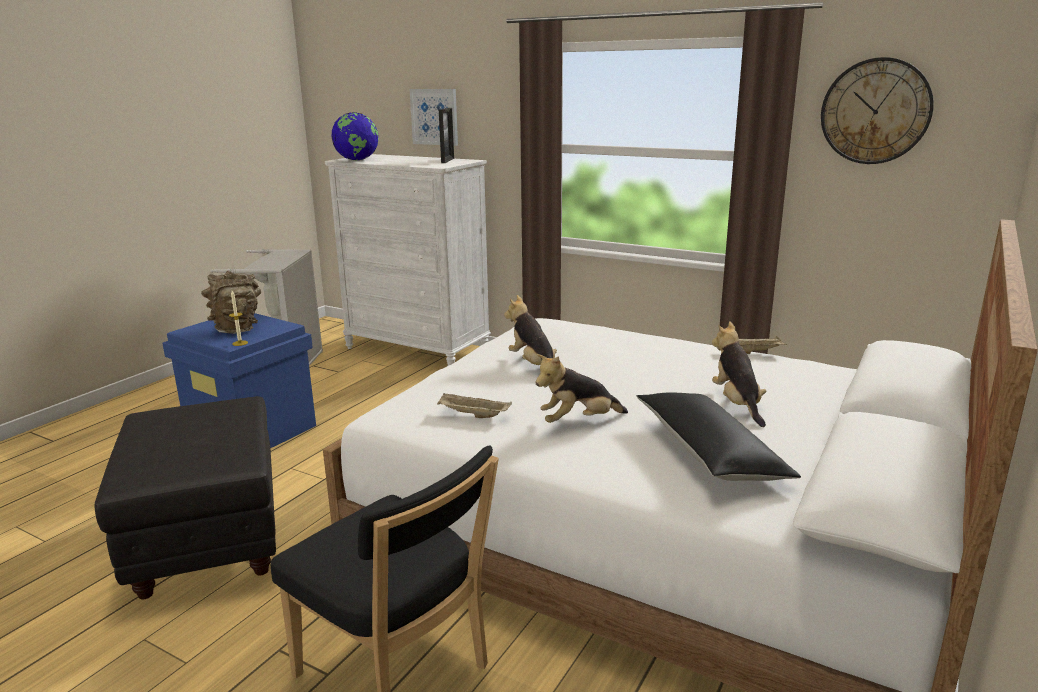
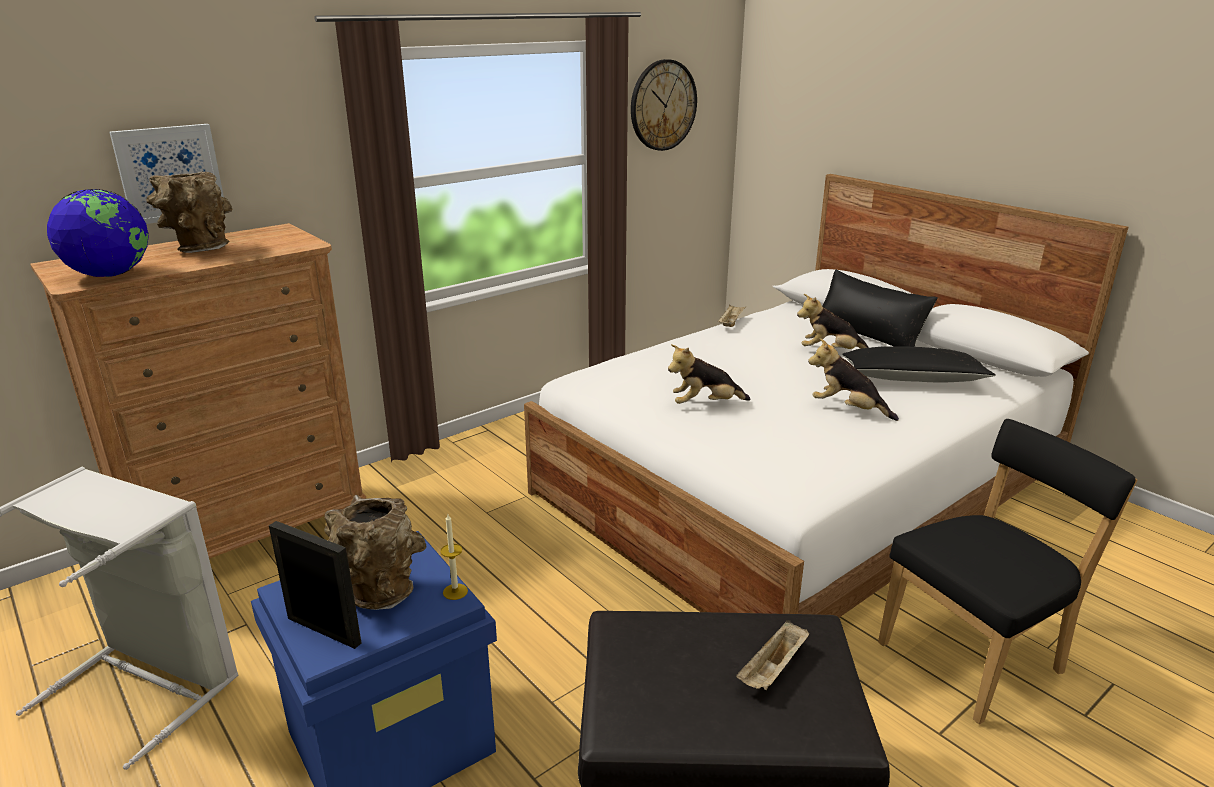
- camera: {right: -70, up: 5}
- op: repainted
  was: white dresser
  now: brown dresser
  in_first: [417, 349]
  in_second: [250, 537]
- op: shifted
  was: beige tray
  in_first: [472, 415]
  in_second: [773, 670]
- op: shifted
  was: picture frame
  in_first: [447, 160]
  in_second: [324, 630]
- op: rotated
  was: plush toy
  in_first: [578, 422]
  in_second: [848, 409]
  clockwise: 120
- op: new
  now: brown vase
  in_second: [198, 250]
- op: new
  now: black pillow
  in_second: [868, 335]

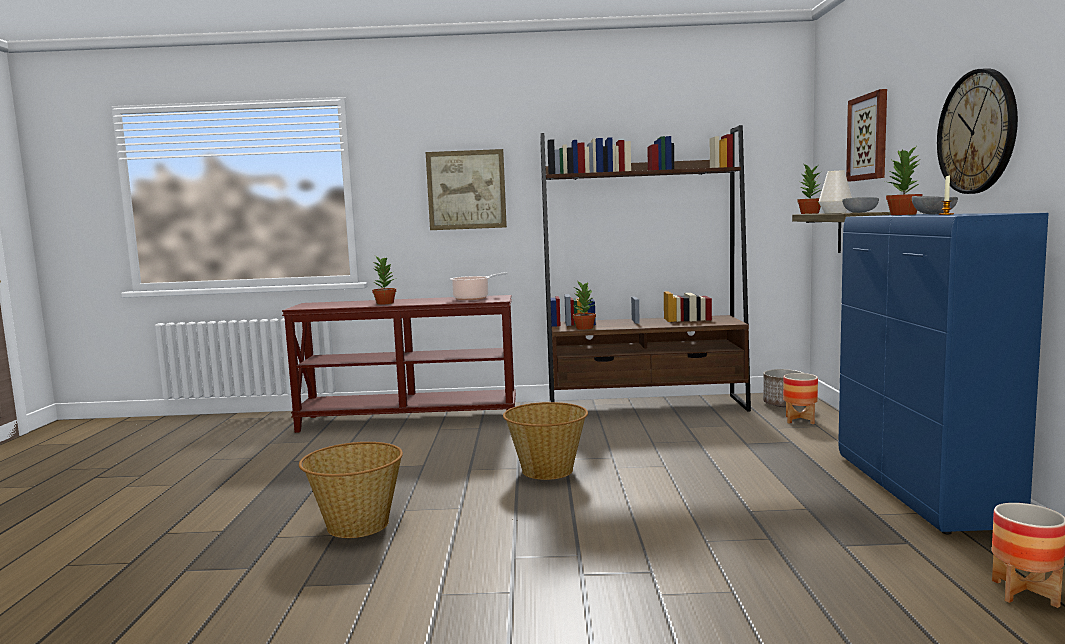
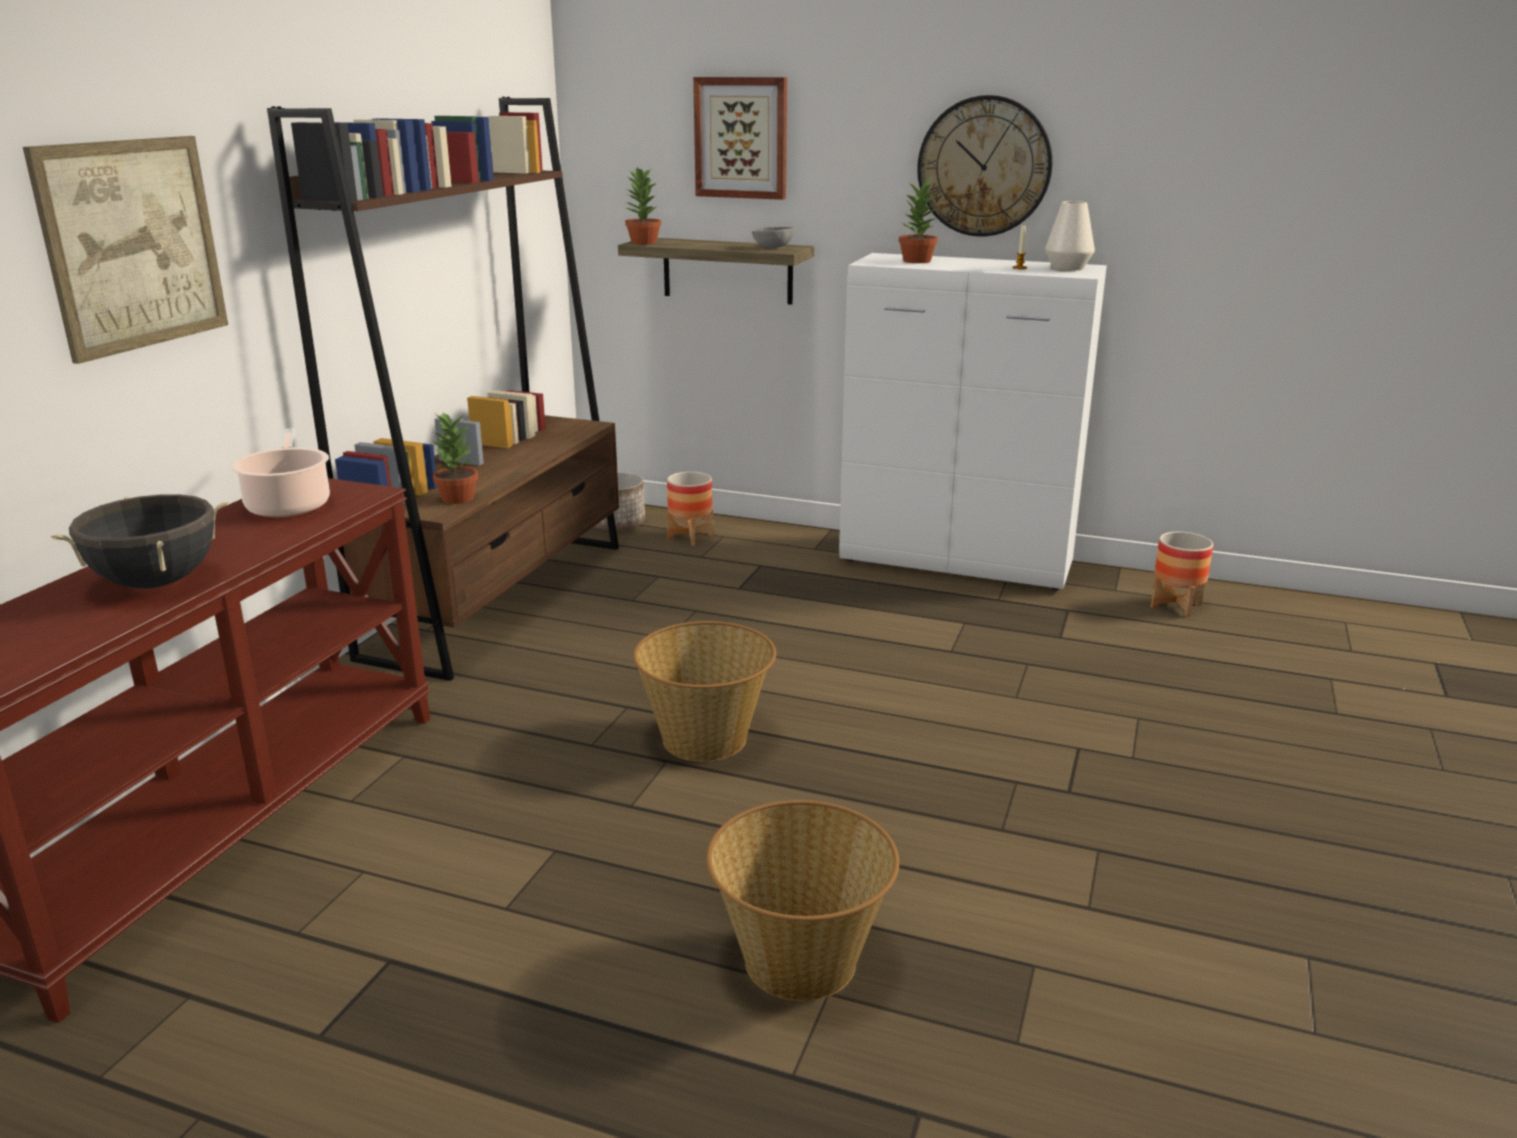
- camera: {right: -70, up: 15}
- op: swapped
  was: potted plant
  now: black cooking pot
  in_first: [385, 303]
  in_second: [156, 583]
- op: shifted
  was: white vase
  in_first: [835, 213]
  in_second: [1067, 268]
- op: repainted
  was: blue cabinet
  now: white cabinet
  in_first: [921, 491]
  in_second: [957, 563]
- op: gone
  was: grey bowl
  in_first: [934, 214]

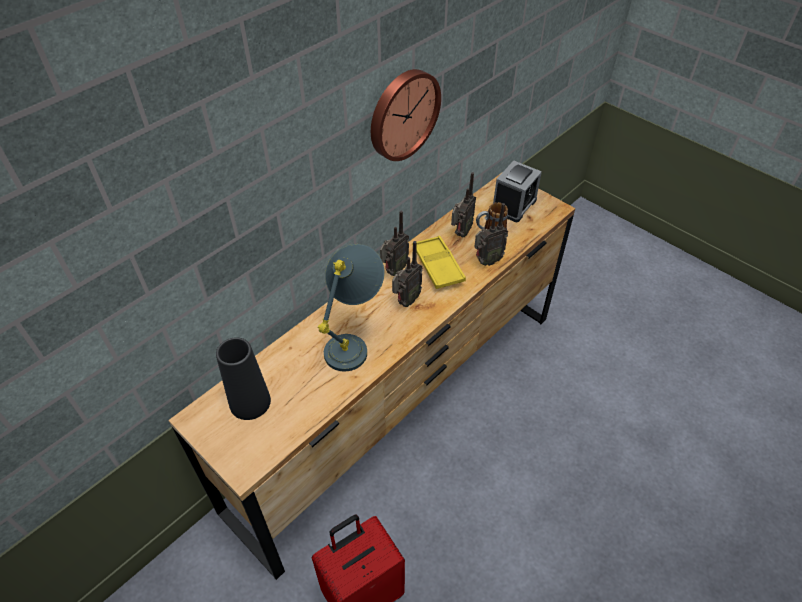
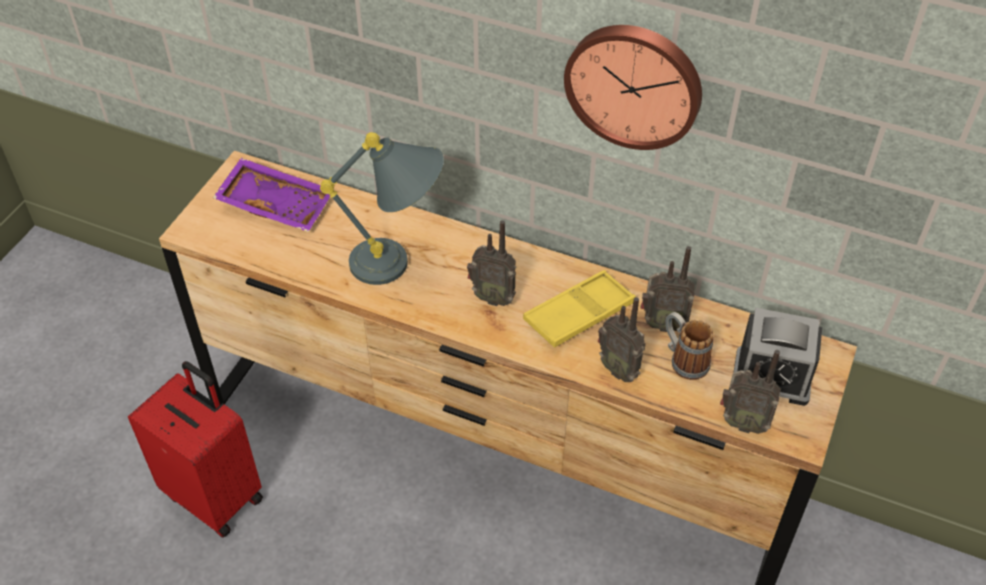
- camera: {right: 70, up: 0}
- op: swapped
  was: black vase
  now: purple tray
  in_first: [250, 402]
  in_second: [277, 203]
- op: shifted
  was: radio
  in_first: [393, 271]
  in_second: [742, 422]

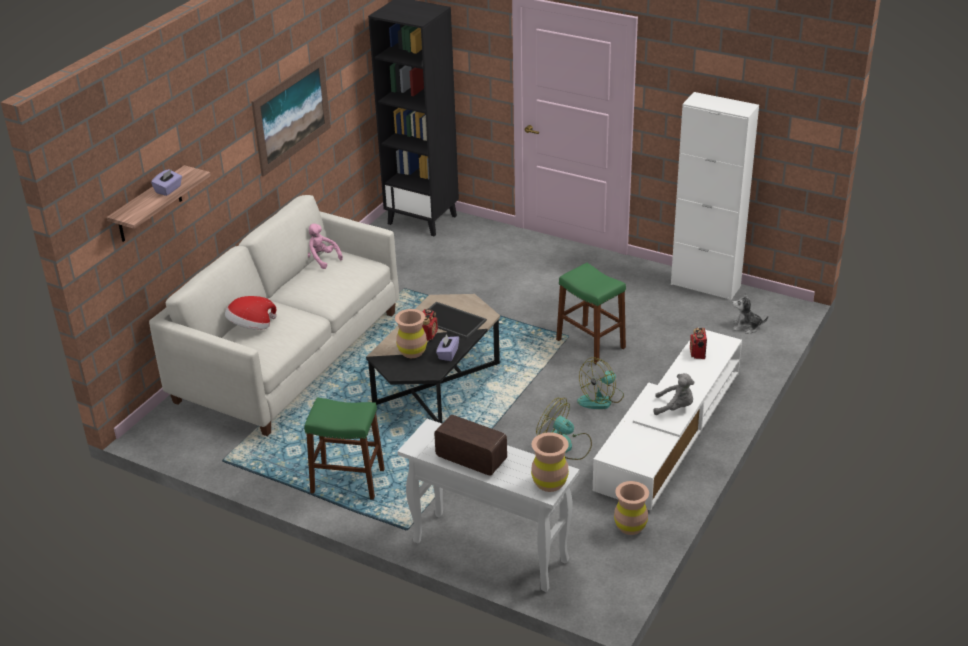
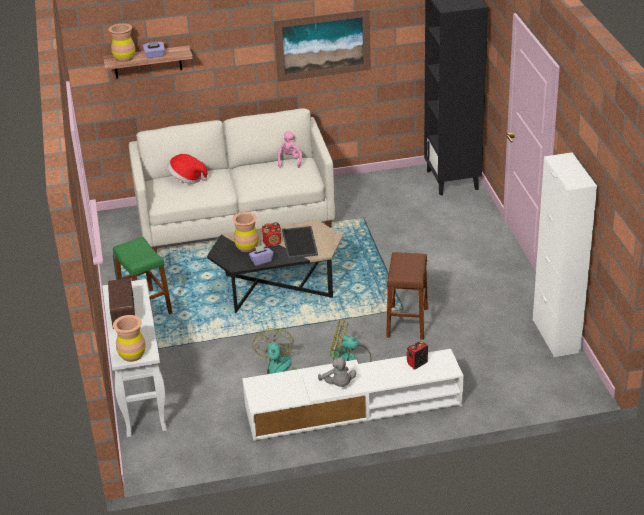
- camera: {right: 50, up: 0}
- op: repainted
  was: green stool
  now: brown stool
  in_first: [590, 344]
  in_second: [407, 322]
- op: shifted
  was: brown vase
  in_first: [630, 526]
  in_second: [124, 58]
- op: gone
  was: plush toy
  in_first: [746, 327]

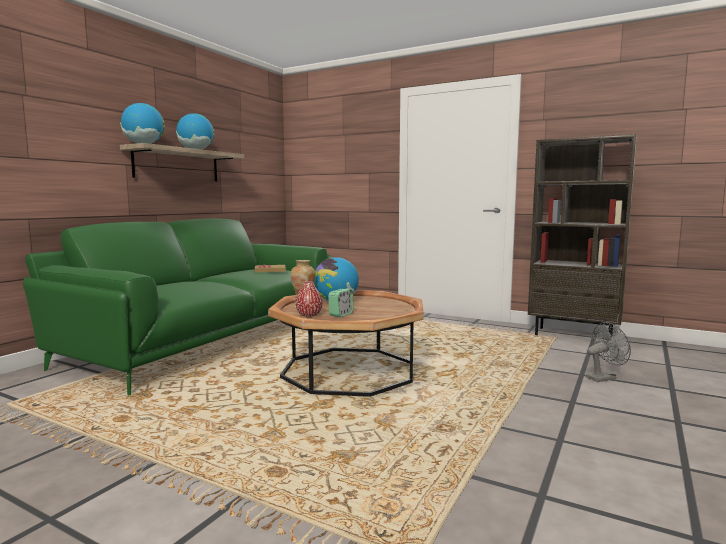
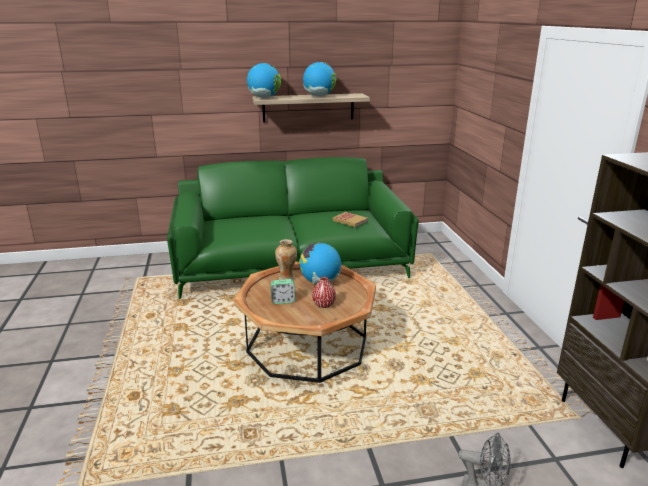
- camera: {right: 50, up: 15}
- op: shifted
  was: red vase
  in_first: [309, 315]
  in_second: [324, 304]

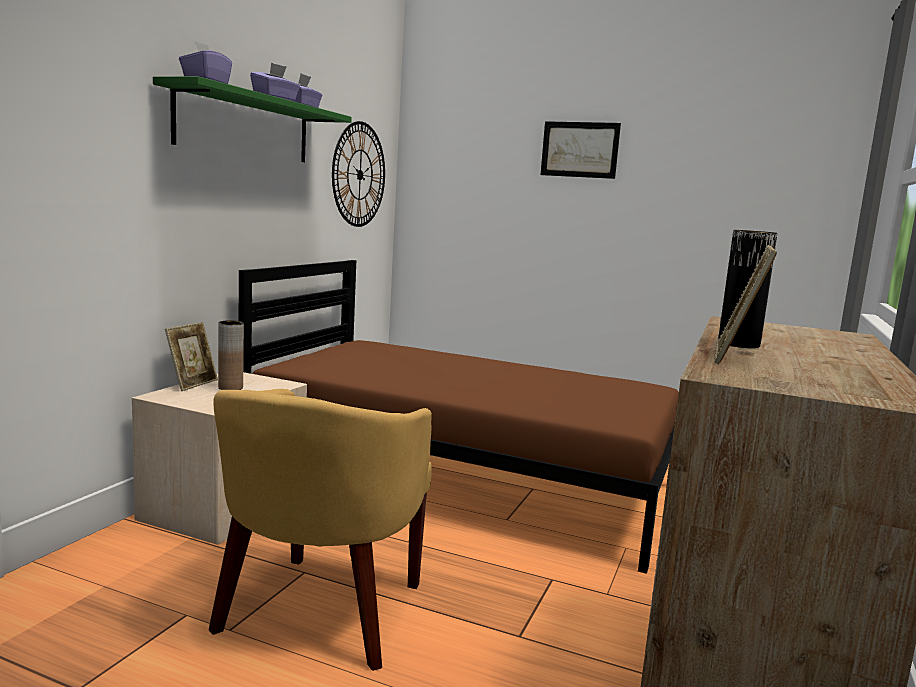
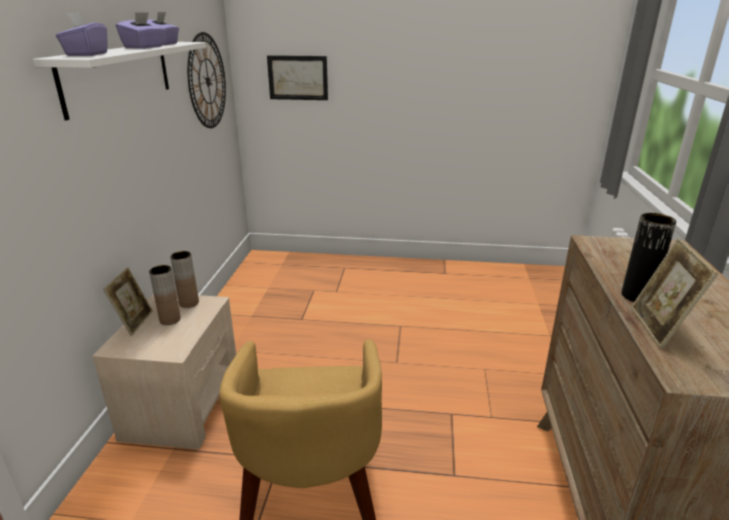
- camera: {right: -15, up: 15}
- op: repainted
  was: green shelf
  now: white shelf
  in_first: [246, 127]
  in_second: [119, 75]
- op: gone
  was: brown bed
  in_first: [462, 479]
- op: shifted
  was: picture
  in_first: [579, 149]
  in_second: [298, 78]
- op: new
  now: brown vase
  in_second: [189, 303]

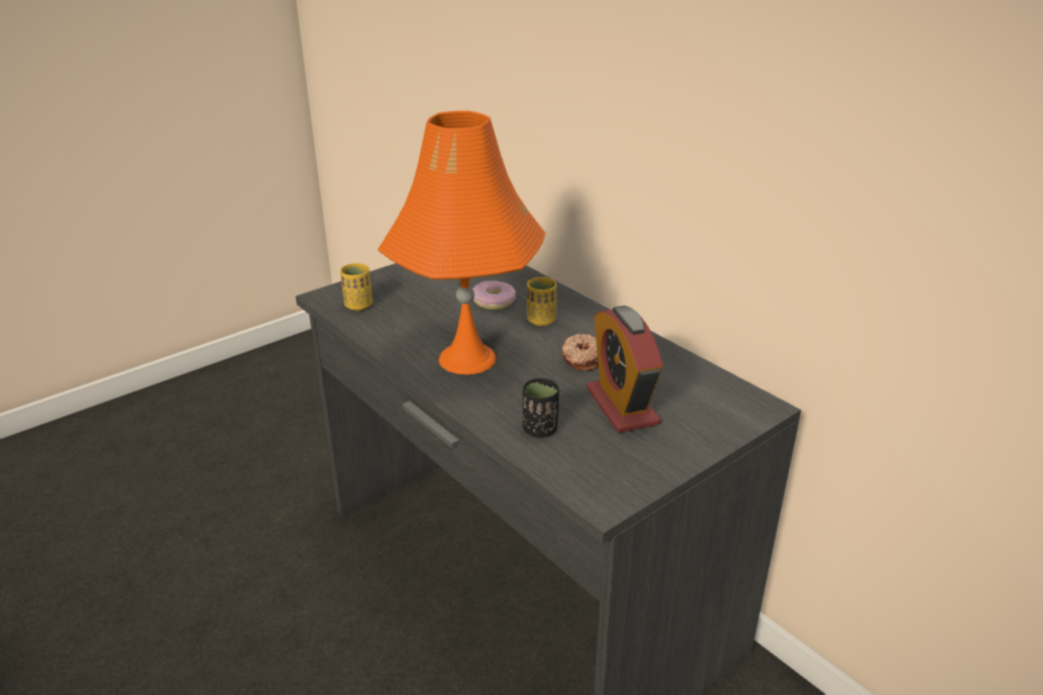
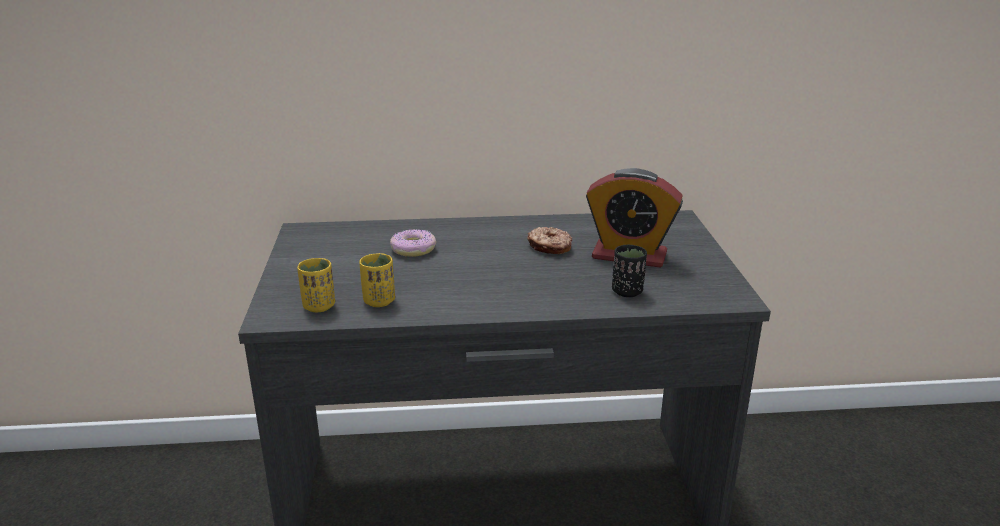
- camera: {right: -55, up: -5}
- op: gone
  was: orange table lamp
  in_first: [468, 359]
- op: shifted
  was: yellow cup
  in_first: [541, 320]
  in_second: [379, 301]

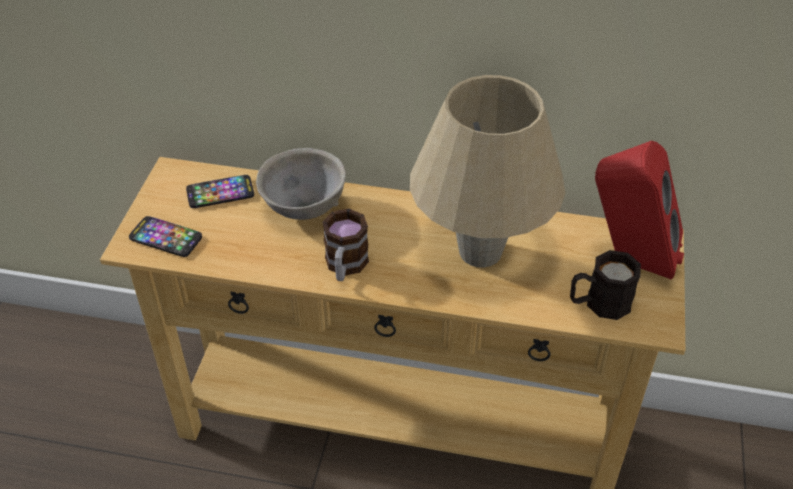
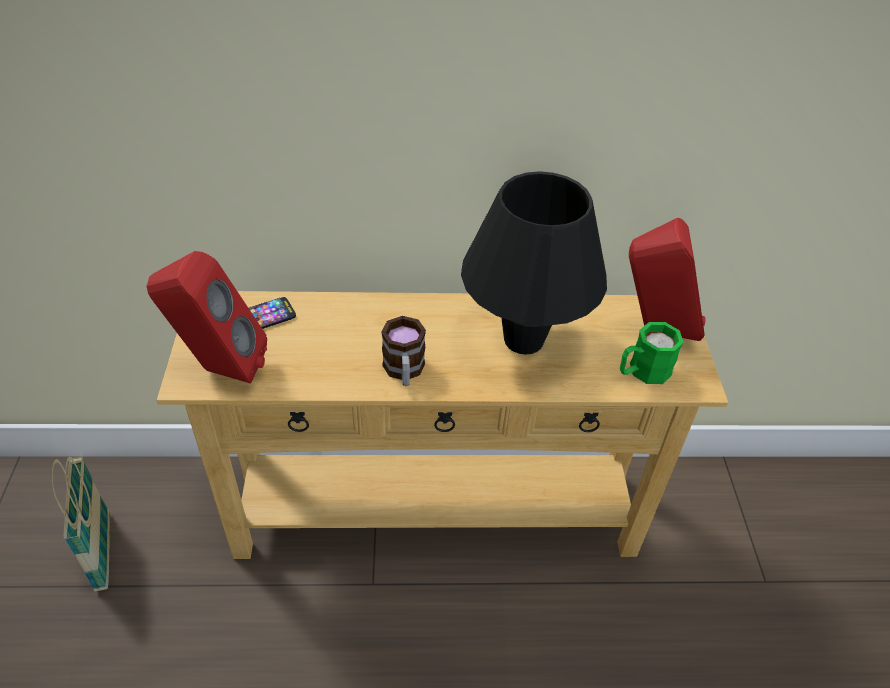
- camera: {right: -15, up: 0}
- op: swapped
  was: phone
  now: red speaker
  in_first: [165, 238]
  in_second: [219, 369]
- op: gone
  was: grey bowl
  in_first: [304, 209]
- op: repainted
  was: beige table lamp
  now: black table lamp
  in_first: [480, 251]
  in_second: [523, 340]
- op: repainted
  was: black mug
  now: green mug
  in_first: [599, 303]
  in_second: [642, 371]
- op: new
  now: basket
  in_second: [103, 551]

